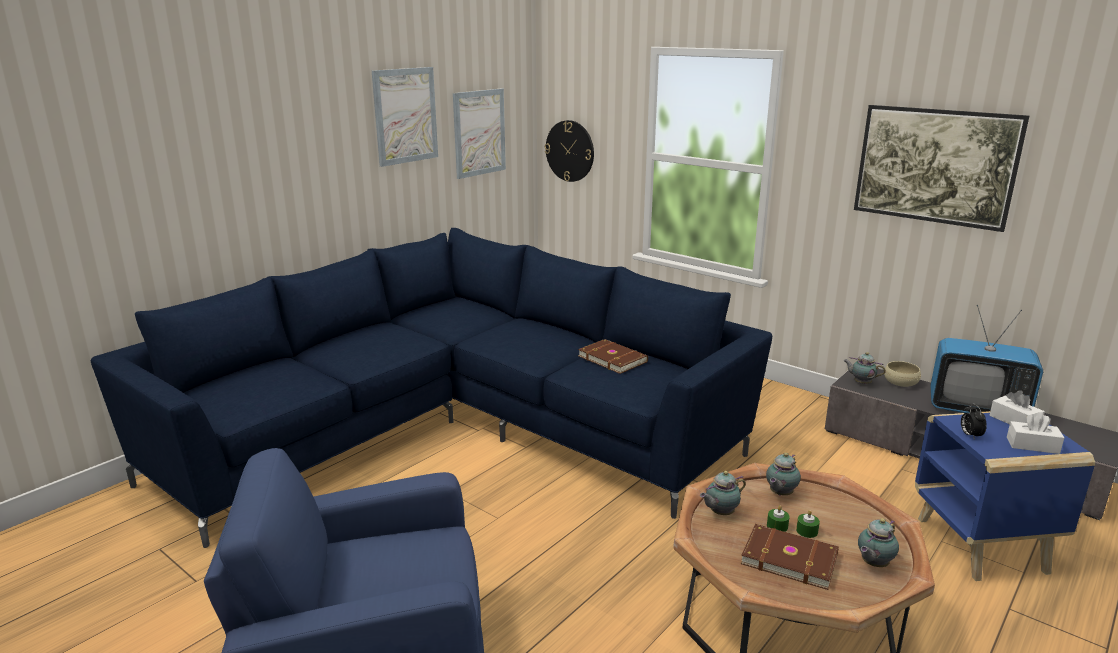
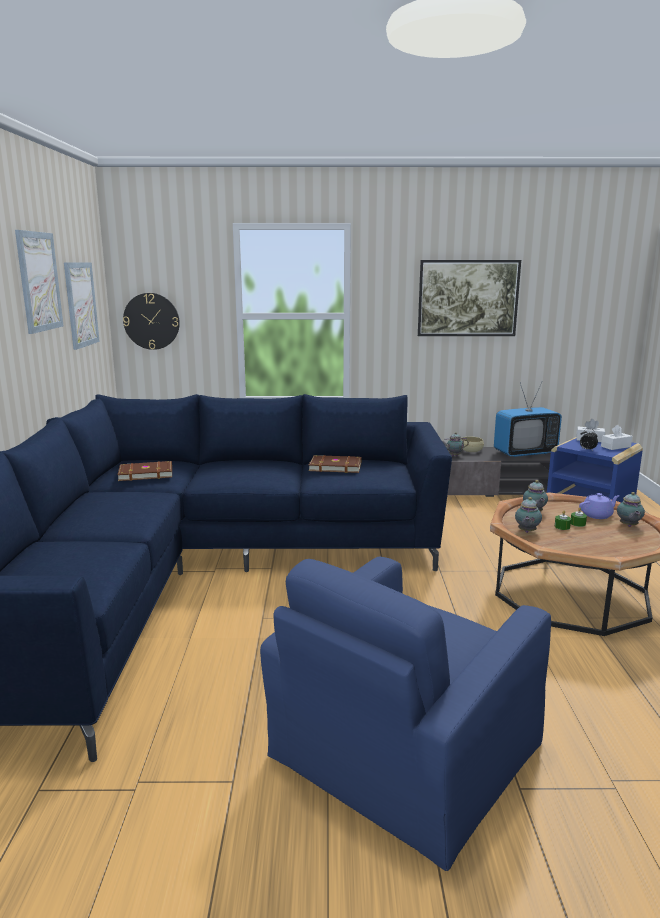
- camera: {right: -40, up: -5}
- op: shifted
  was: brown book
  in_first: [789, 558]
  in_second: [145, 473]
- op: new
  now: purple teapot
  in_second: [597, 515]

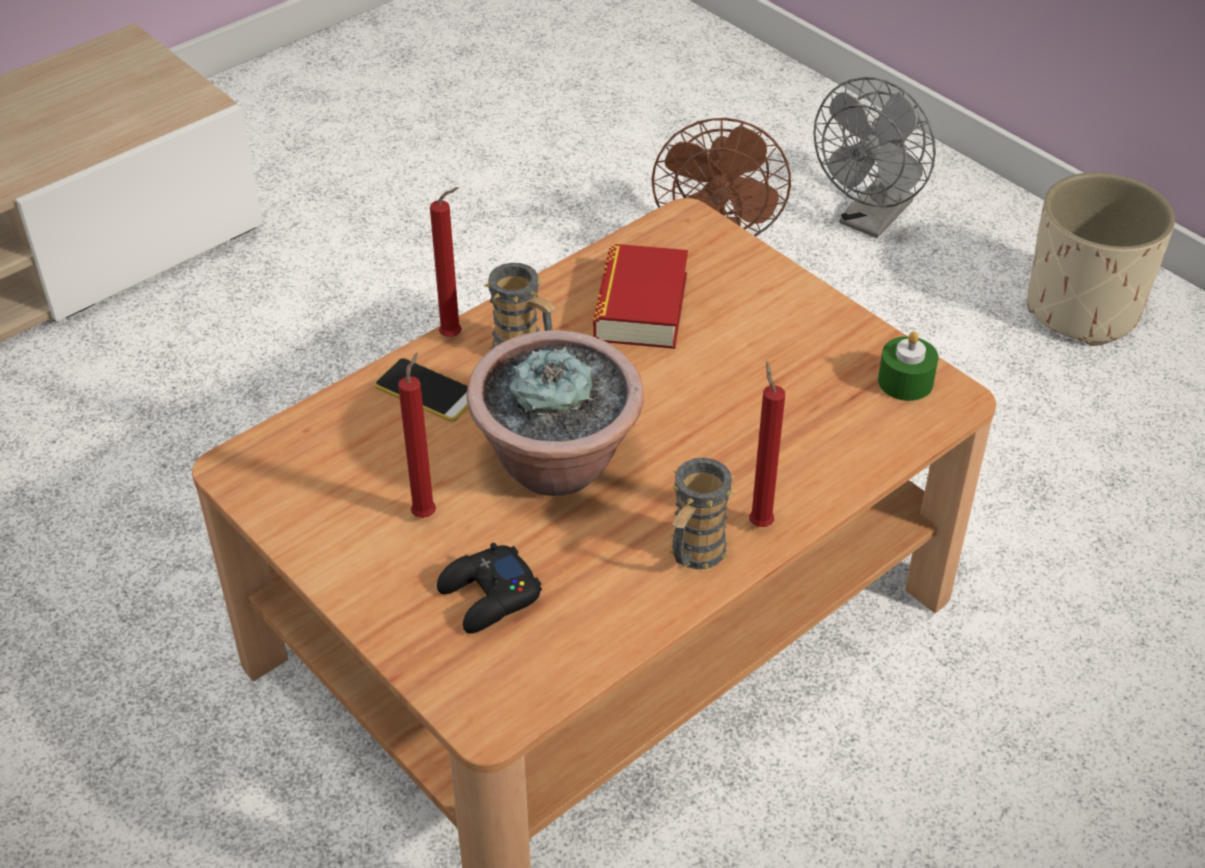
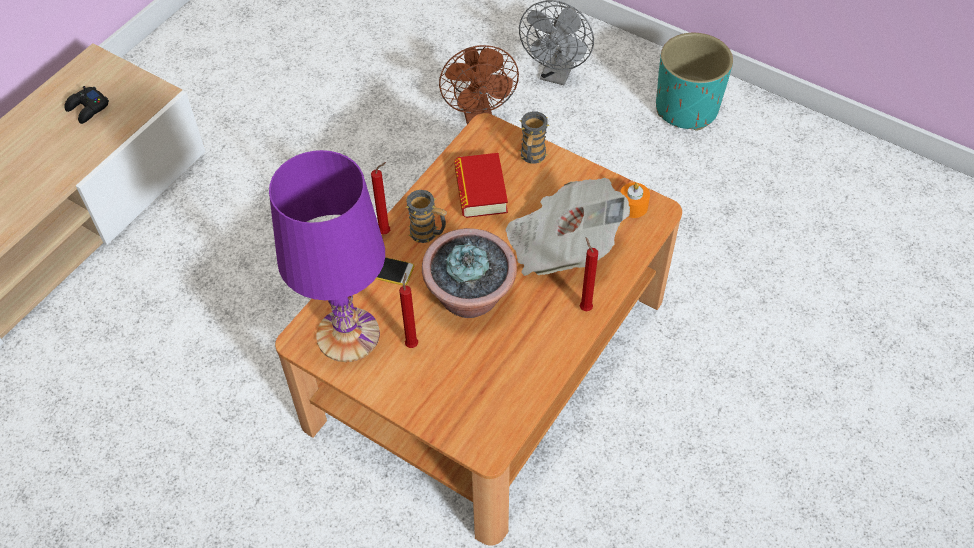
- camera: {right: -15, up: 10}
- op: shifted
  was: black game controller
  in_first: [489, 597]
  in_second: [88, 108]
- op: shifted
  was: mug
  in_first: [694, 556]
  in_second: [532, 157]
- op: repainted
  was: green candle
  now: orange candle
  in_first: [905, 381]
  in_second: [633, 206]
- op: repainted
  was: beige planter
  now: turquoise planter
  in_first: [1083, 310]
  in_second: [687, 108]
- op: new
  now: purple table lamp
  in_second: [349, 334]
- op: new
  now: newspaper
  in_second: [562, 245]

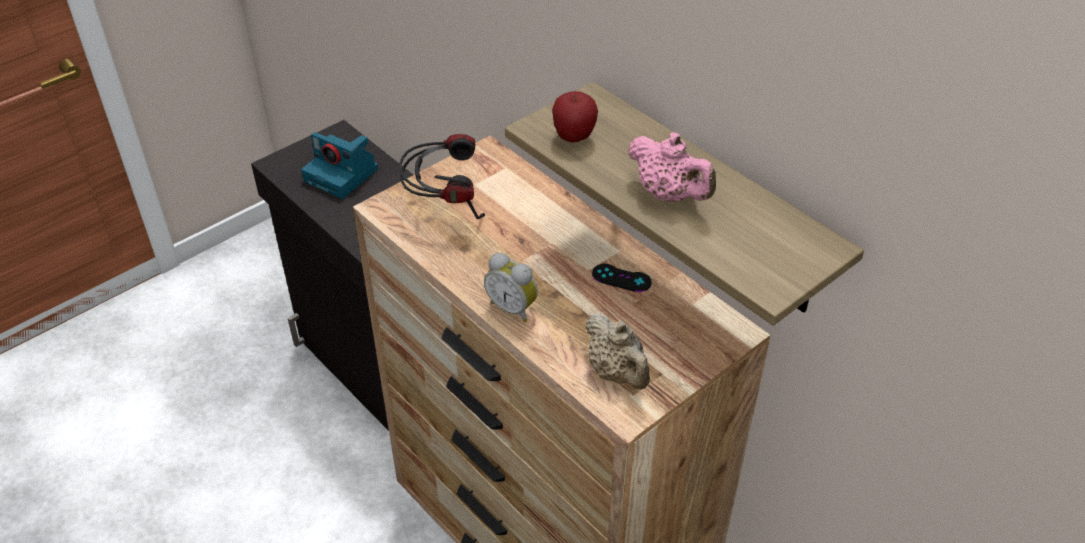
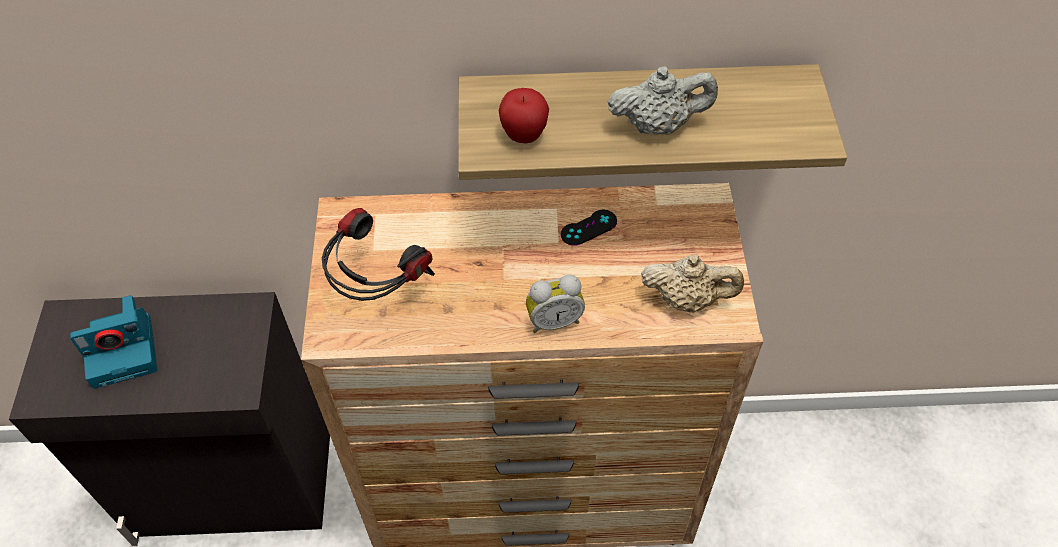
- camera: {right: -50, up: 10}
- op: repainted
  was: pink teapot
  now: grey teapot
  in_first: [669, 195]
  in_second: [658, 125]

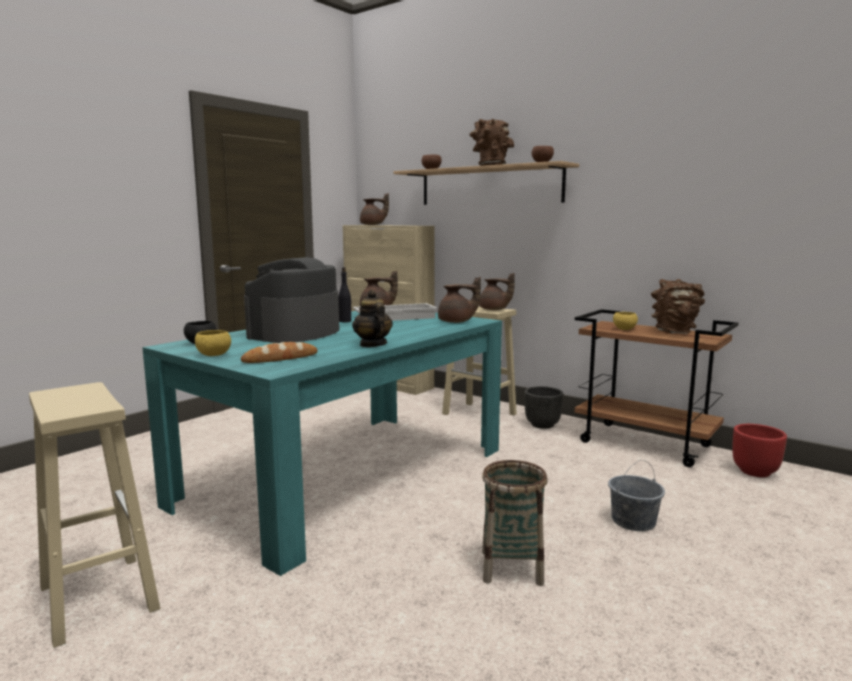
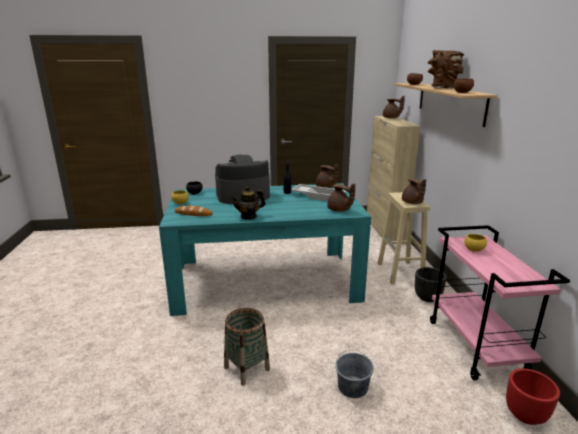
- camera: {right: 45, up: 10}
- op: gone
  was: beige stool
  in_first: [97, 597]
- op: rotated
  was: teapot
  in_first: [372, 344]
  in_second: [248, 216]
  clockwise: -135
- op: repainted
  was: brown cart
  now: pink cart
  in_first: [646, 444]
  in_second: [477, 346]
- op: gone
  was: brown vase
  in_first: [675, 332]

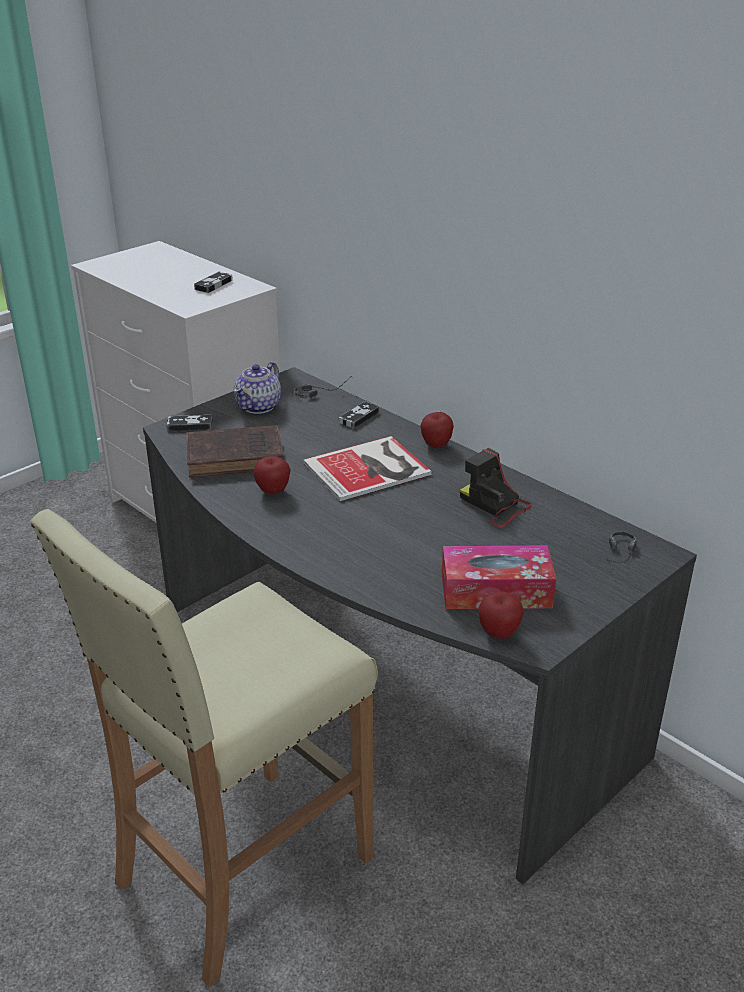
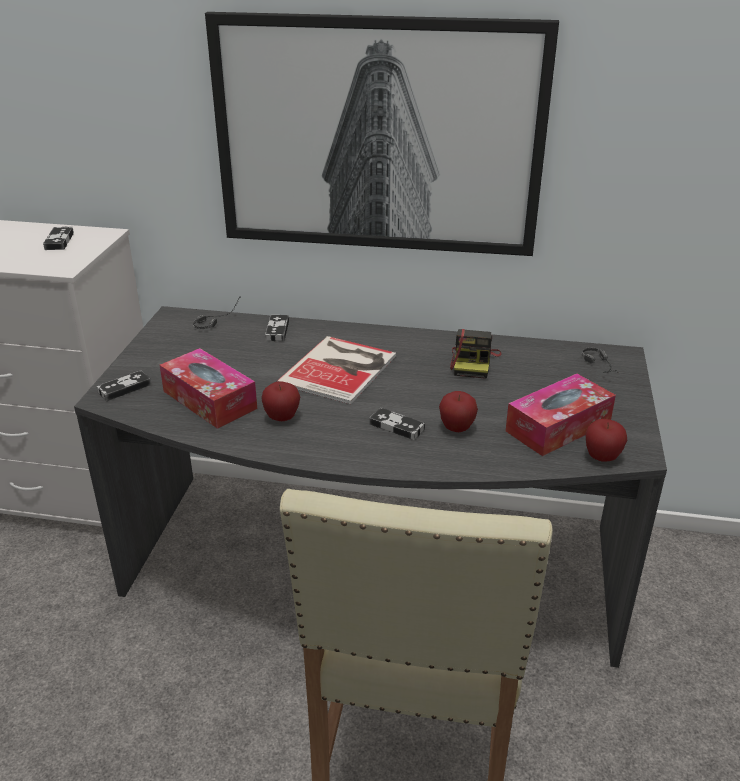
- camera: {right: -35, up: 0}
- op: swapped
  was: brown book
  now: tissue box
  in_first: [238, 457]
  in_second: [209, 400]
- op: gone
  was: teapot
  in_first: [259, 406]
- op: shifted
  was: apple
  in_first: [436, 445]
  in_second: [456, 428]
- op: rotated
  was: photo camera
  in_first: [495, 505]
  in_second: [473, 362]
  clockwise: -90
- op: new
  now: picture
  in_second: [378, 136]
- op: new
  now: game controller
  in_second: [397, 426]

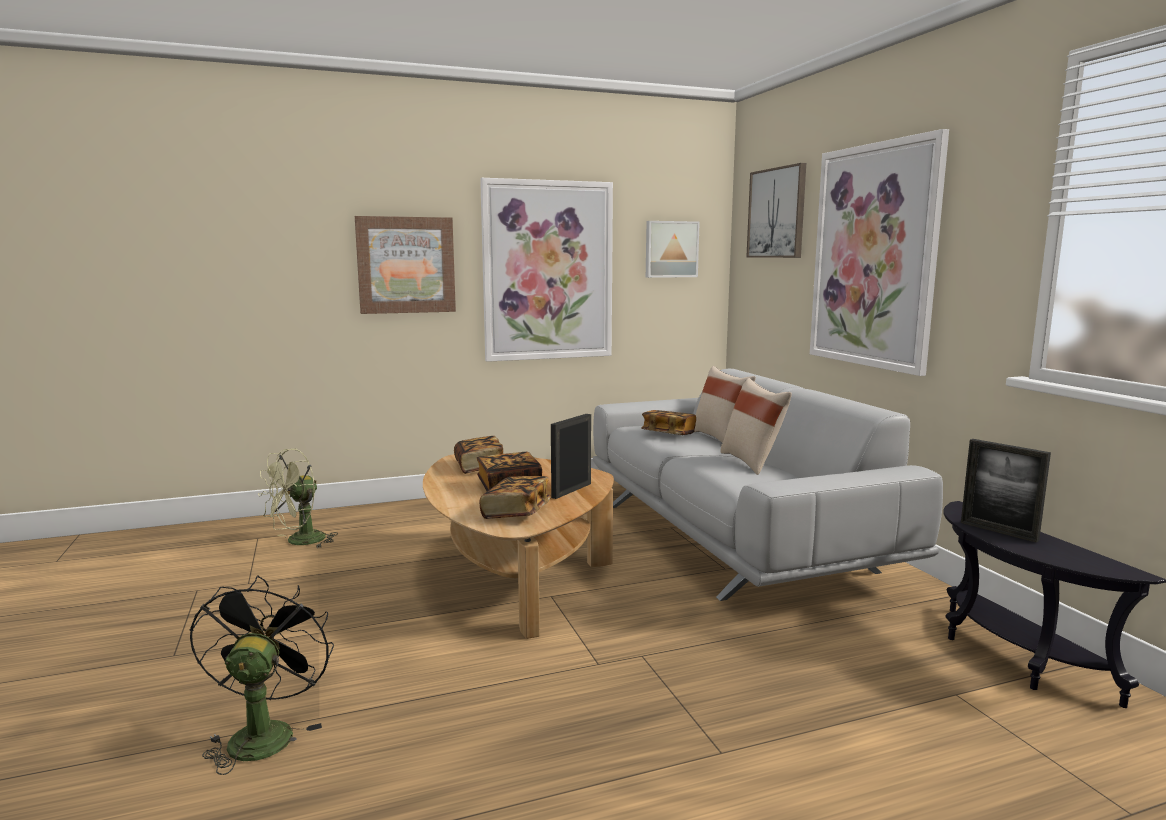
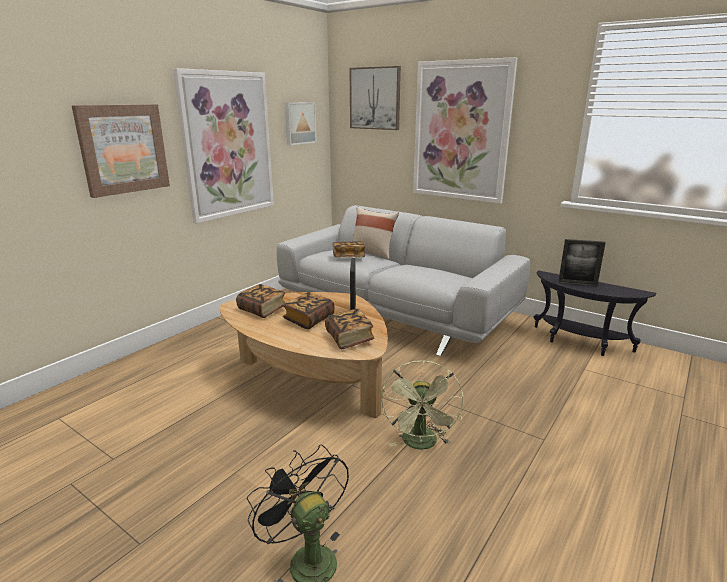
- camera: {right: -35, up: 10}
- op: shifted
  was: green fan
  in_first: [299, 542]
  in_second: [421, 444]
- op: gone
  was: beige pillow
  in_first: [752, 462]

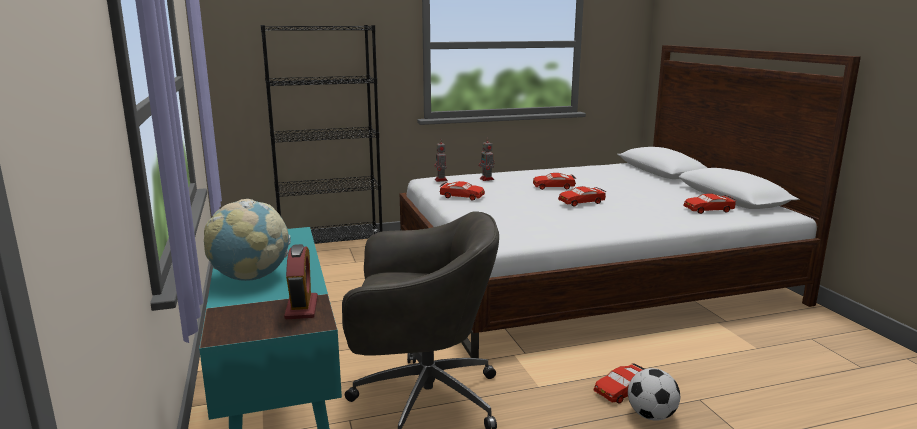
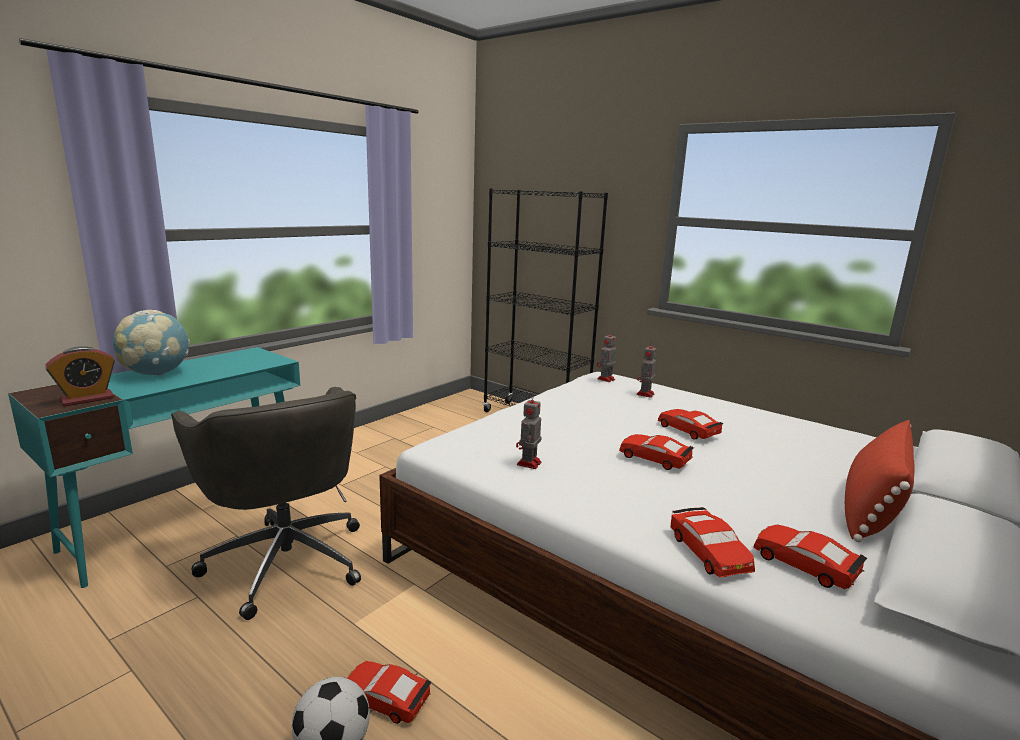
- camera: {right: 55, up: 0}
- op: shifted
  was: red toy car
  in_first: [462, 196]
  in_second: [709, 552]
- op: new
  now: toy robot
  in_second: [528, 464]
- op: new
  now: red pillow
  in_second: [871, 506]

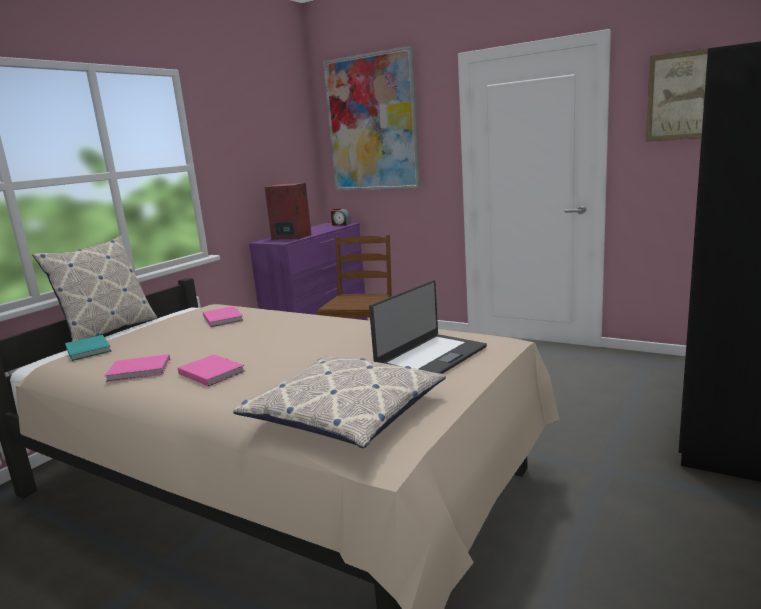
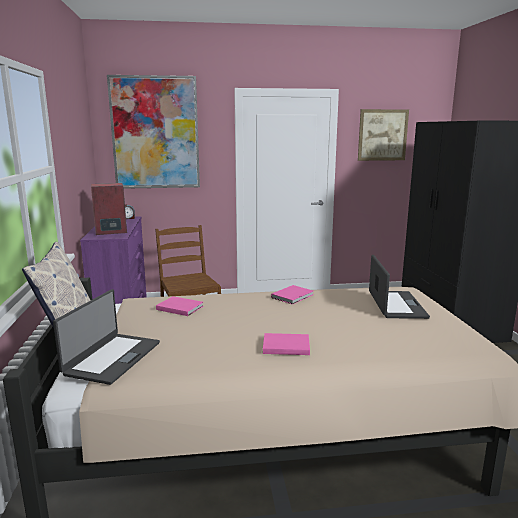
- camera: {right: -40, up: 0}
- op: swapped
  was: turquoise book
  now: laptop
  in_first: [89, 349]
  in_second: [112, 358]
- op: shifted
  was: pink book
  in_first: [140, 370]
  in_second: [293, 296]
- op: gone
  was: pillow
  in_first: [344, 413]

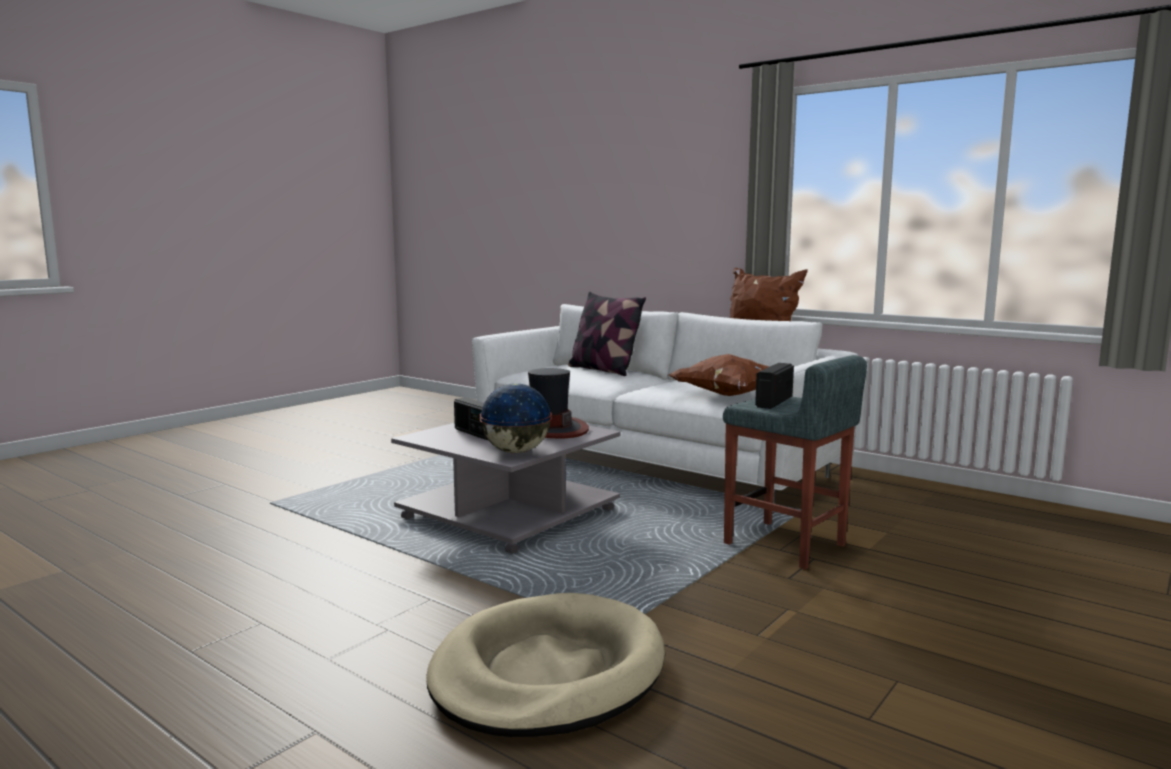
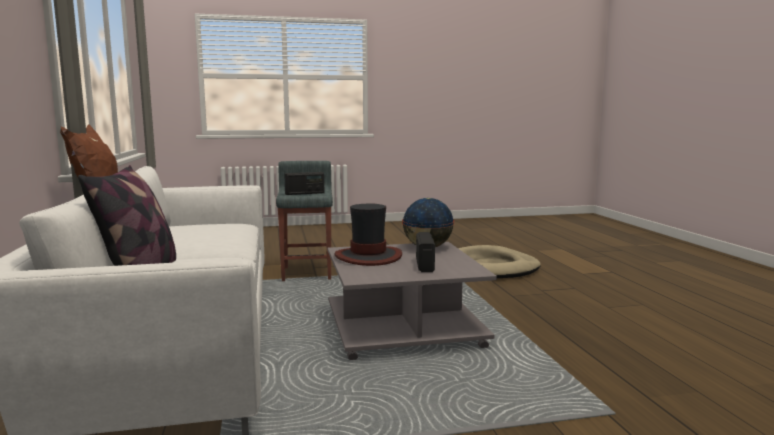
- camera: {right: -140, up: 0}
- op: gone
  was: brown pillow
  in_first: [726, 395]

